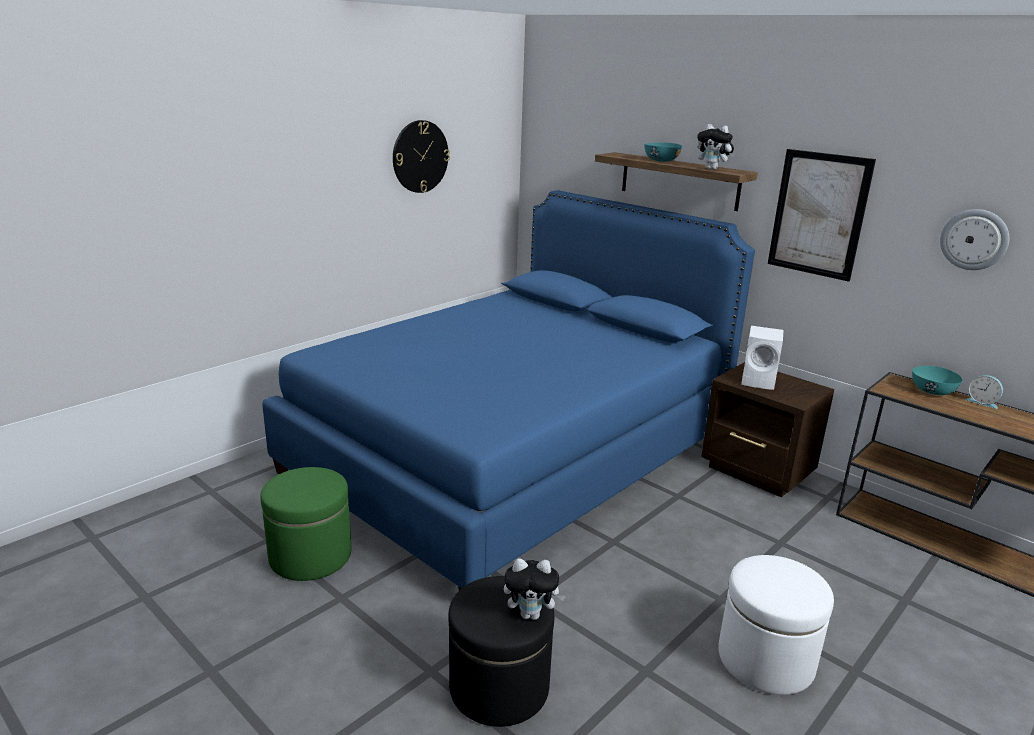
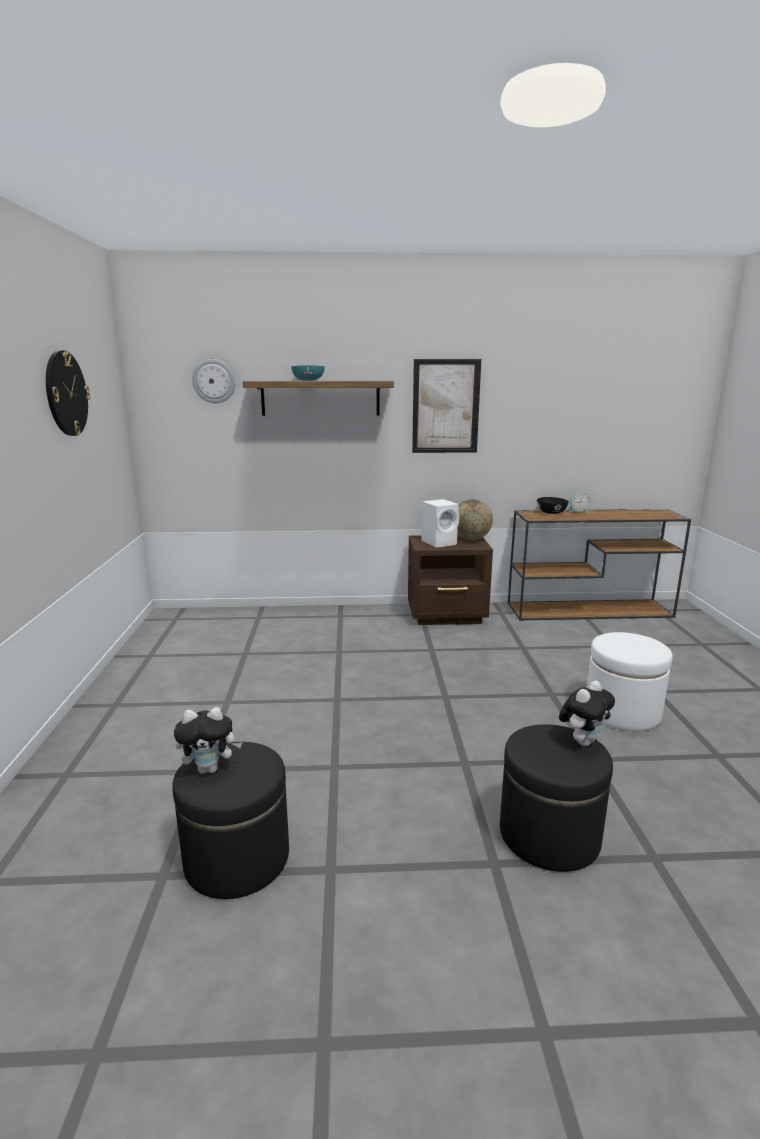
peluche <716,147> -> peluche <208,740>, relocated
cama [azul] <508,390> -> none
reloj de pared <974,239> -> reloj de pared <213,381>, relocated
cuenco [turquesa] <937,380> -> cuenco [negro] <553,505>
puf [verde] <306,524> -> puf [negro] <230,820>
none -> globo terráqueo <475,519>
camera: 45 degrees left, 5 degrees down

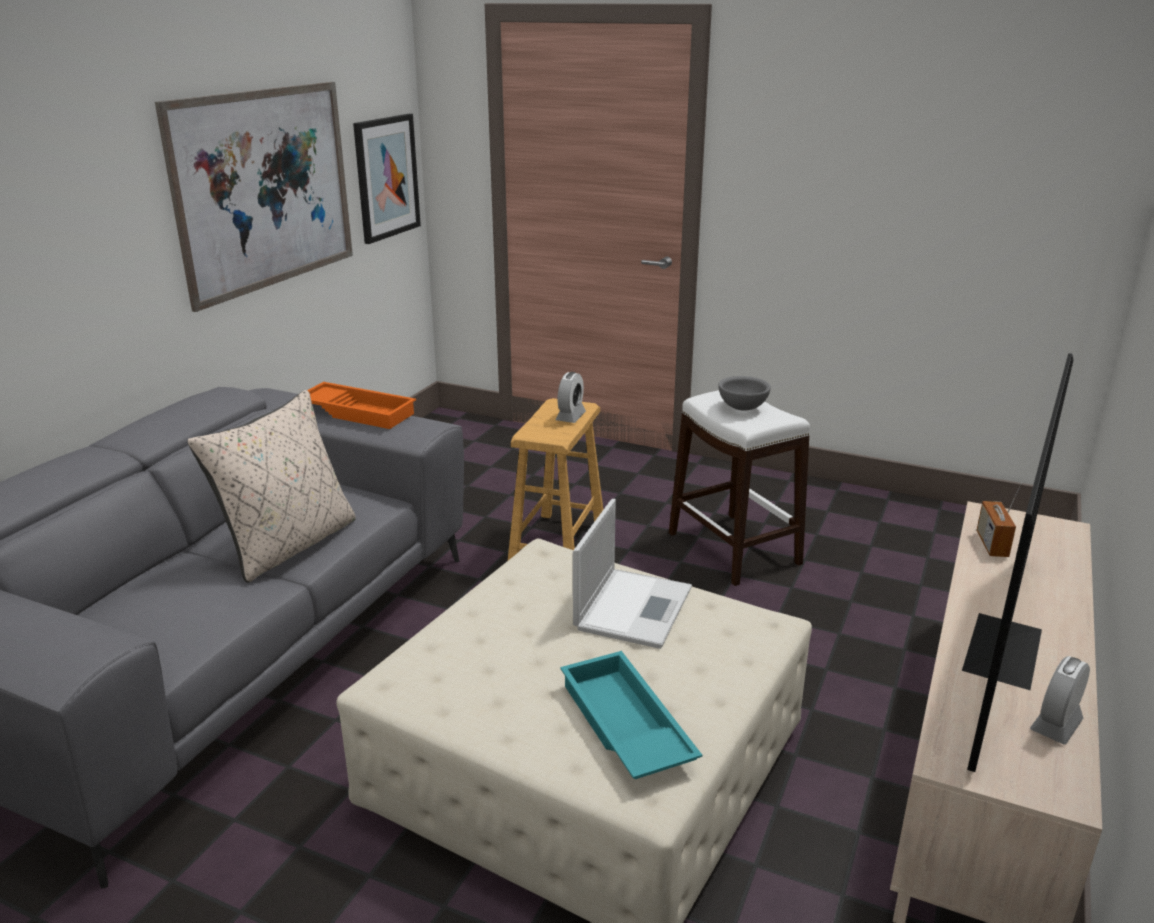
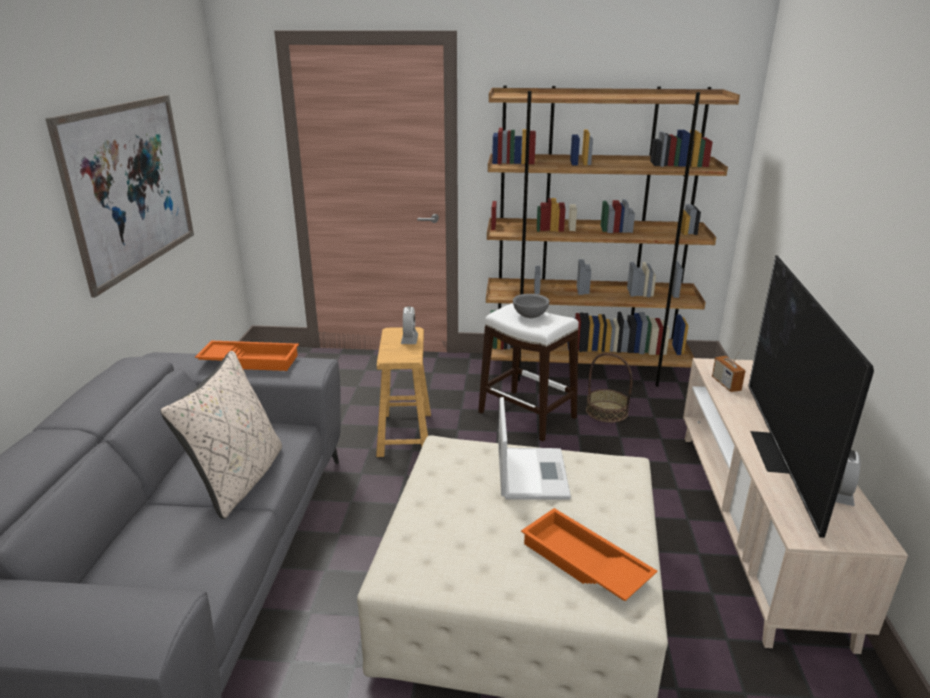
cuadro <387,179> -> none
bandeja [turquesa] <631,715> -> bandeja [naranja] <589,554>
none -> estantería [marrón] <613,236>
none -> cesta <609,388>
camera: 20 degrees left, 0 degrees up

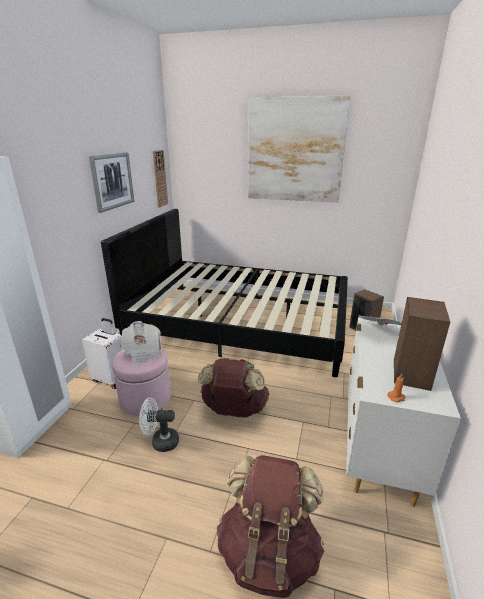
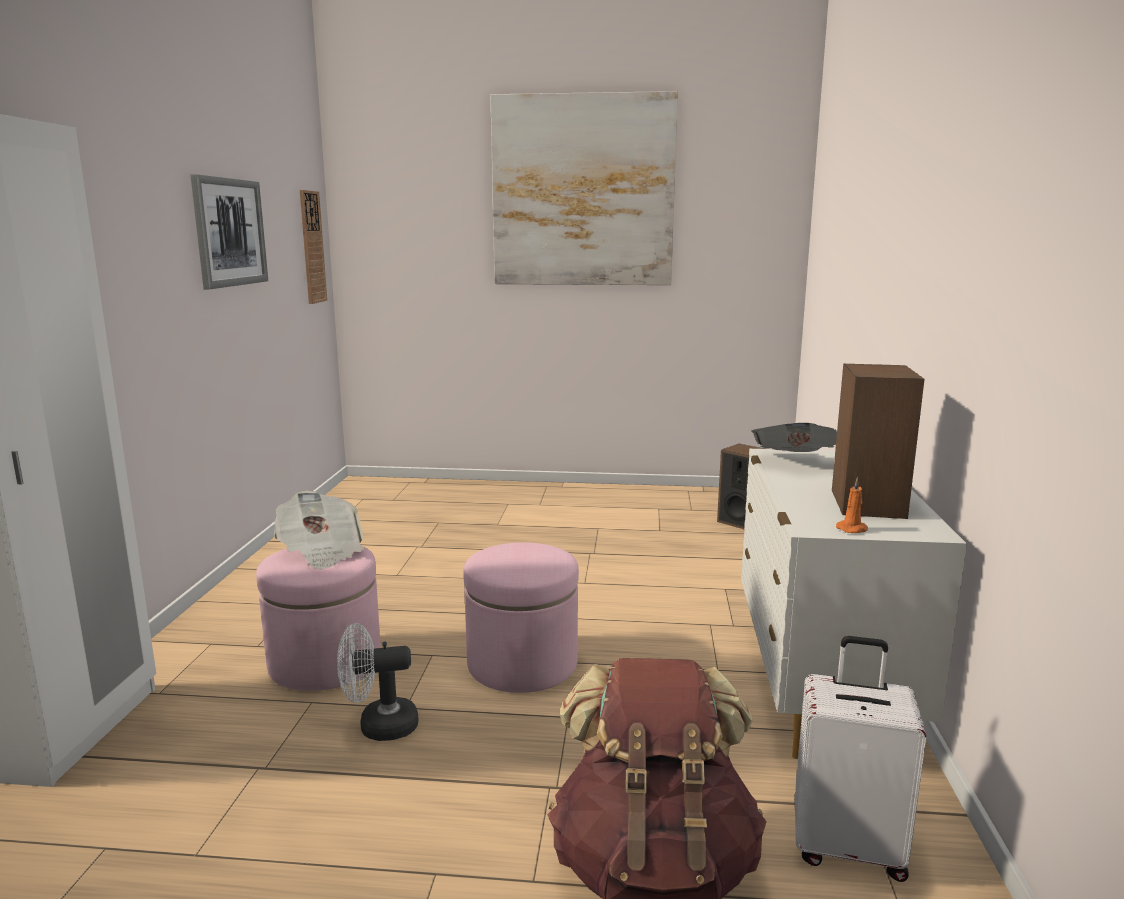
cama [negro] <224,293> -> none
maleta [blanco] <102,353> -> maleta [blanco] <860,759>, relocated
mochila [marrón] <234,388> -> puf [rosa] <521,617>
camera: 10 degrees left, 10 degrees down

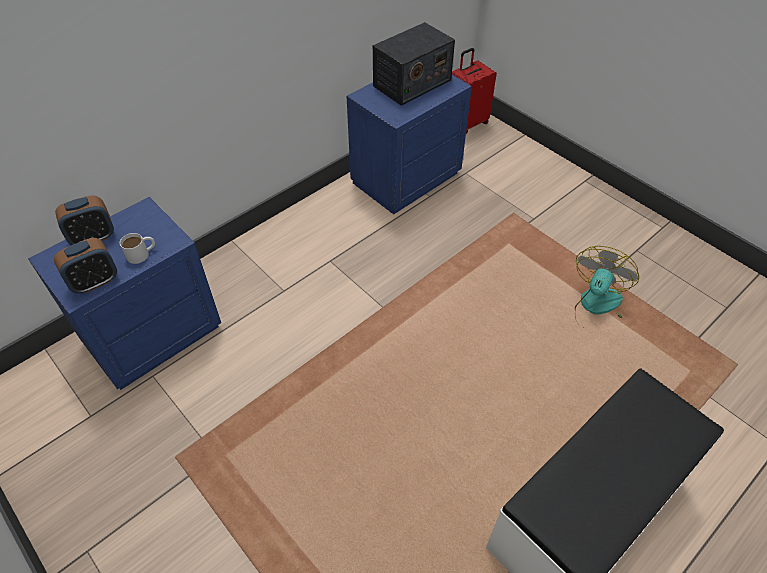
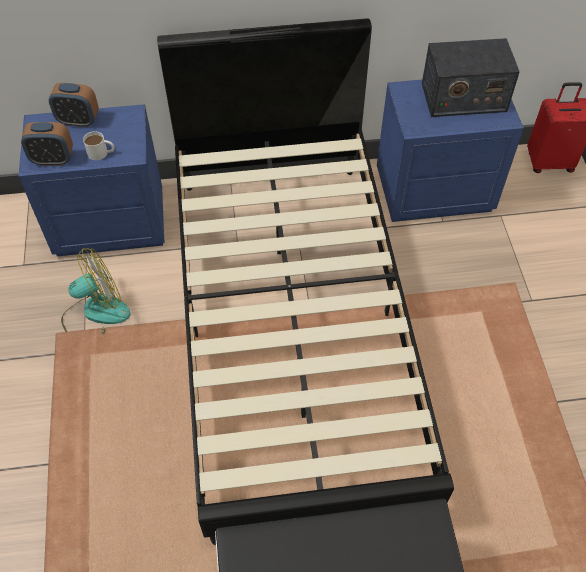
ventilador <607,282> -> ventilador <96,291>, relocated
none -> cama [negro] <305,281>
camera: 35 degrees right, 5 degrees up

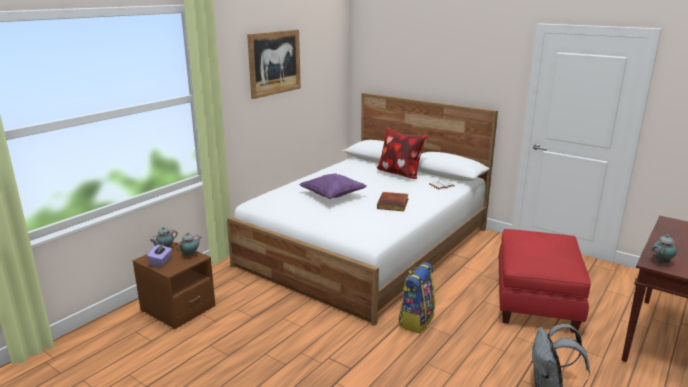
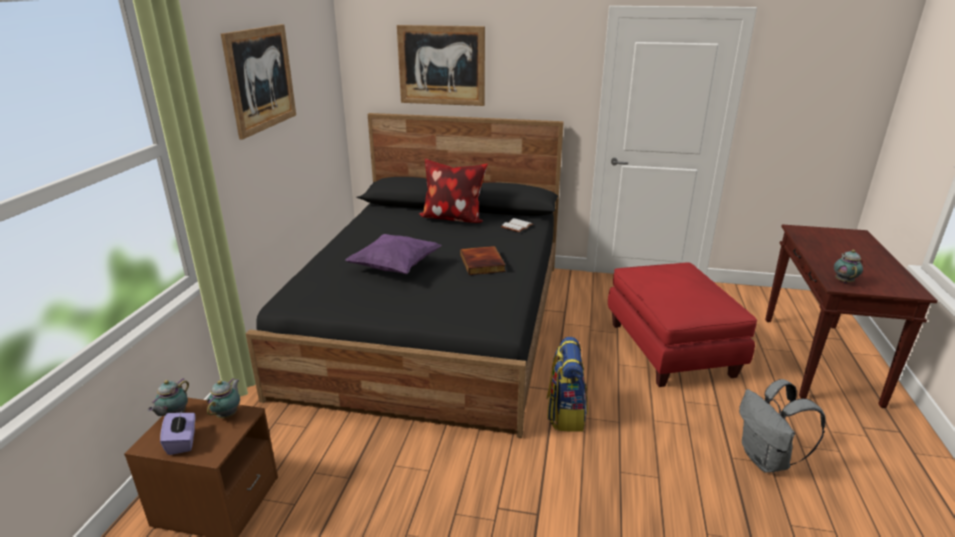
cama [blanco] <362,209> -> cama [negro] <405,275>
none -> cuadro <441,65>
camera: 25 degrees left, 5 degrees up

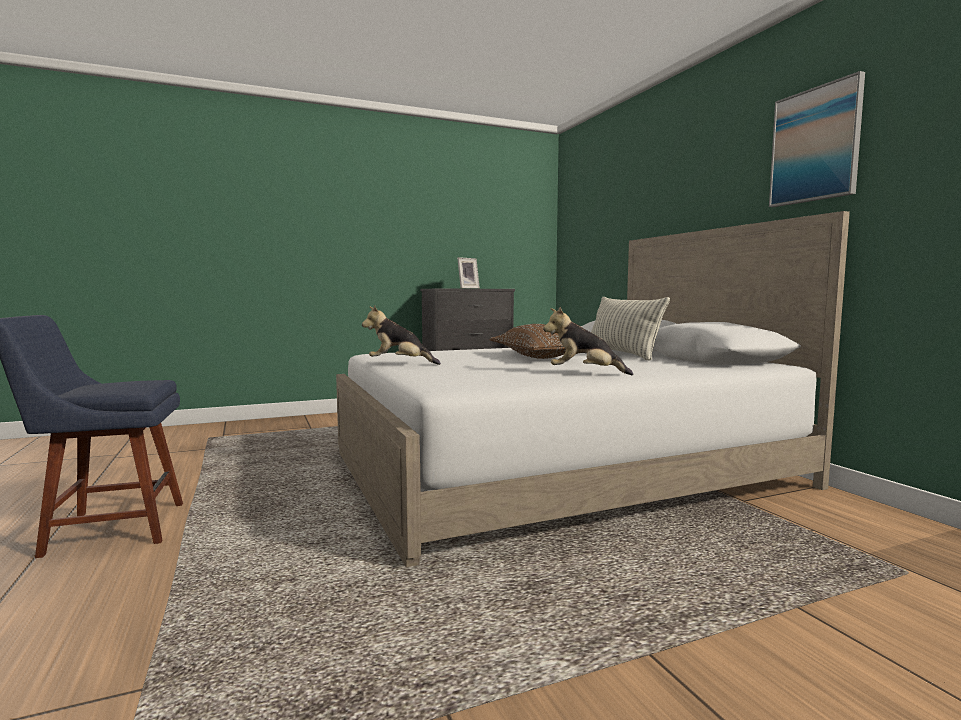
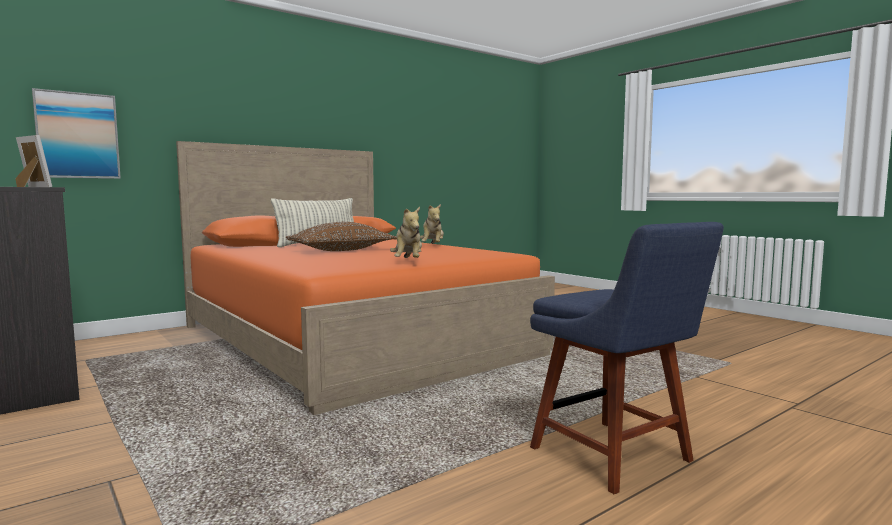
cuadro <817,139> -> cuadro <76,133>, relocated
cama [blanco] <593,389> -> cama [naranja] <365,278>
camera: 105 degrees left, 0 degrees up

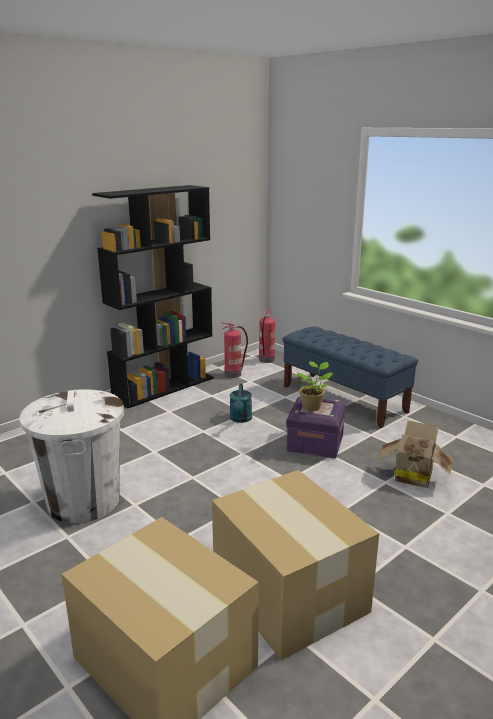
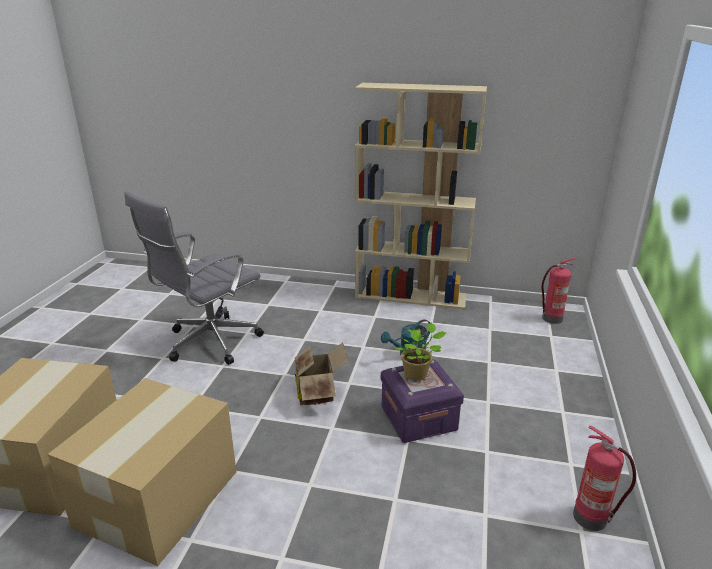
estantería [negro] <152,297> -> estantería [beis] <421,196>
extintor <234,350> -> extintor <604,478>, relocated
banco [azul] <350,377> -> none
papelera [blanco] <72,456> -> silla de oficina [gris] <194,278>
caja de cartón <415,454> -> caja de cartón <322,373>, relocated
camera: 55 degrees right, 5 degrees up

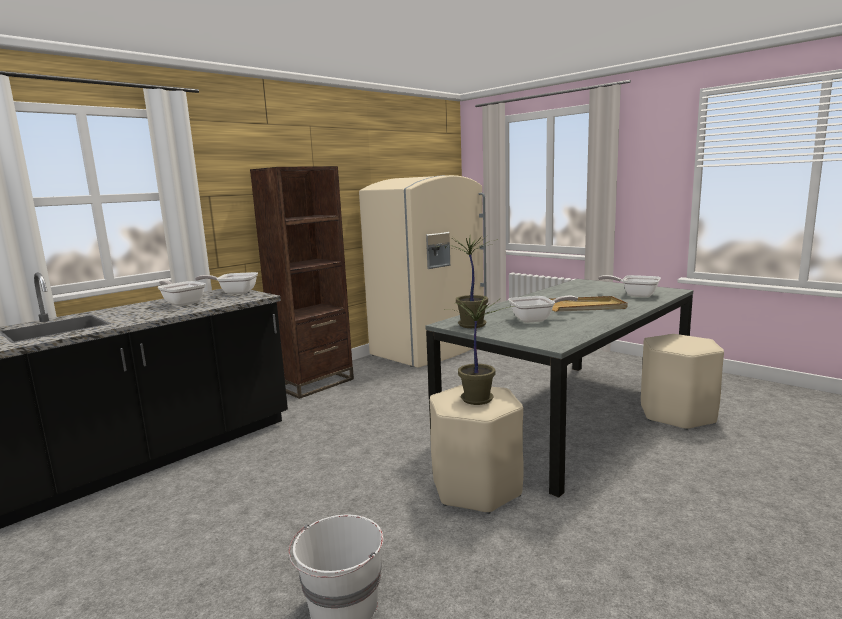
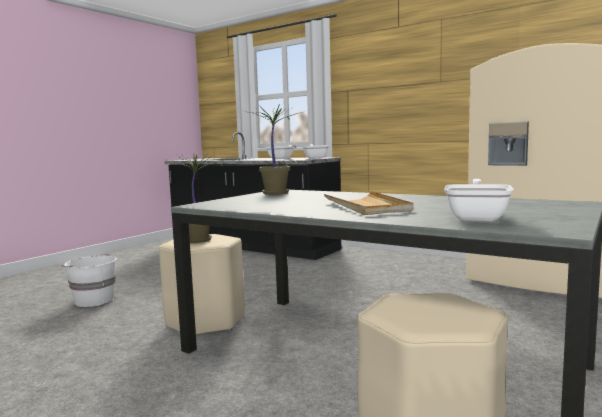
estantería [marrón] <302,282> -> none
sartén <543,309> -> none
camera: 80 degrees right, 5 degrees down

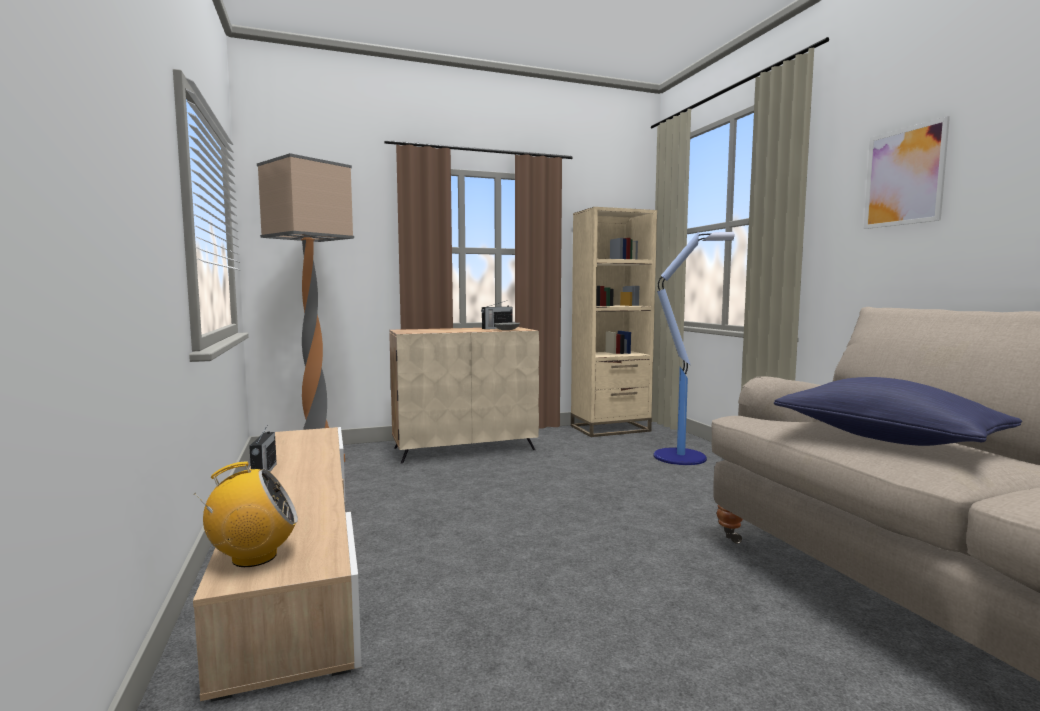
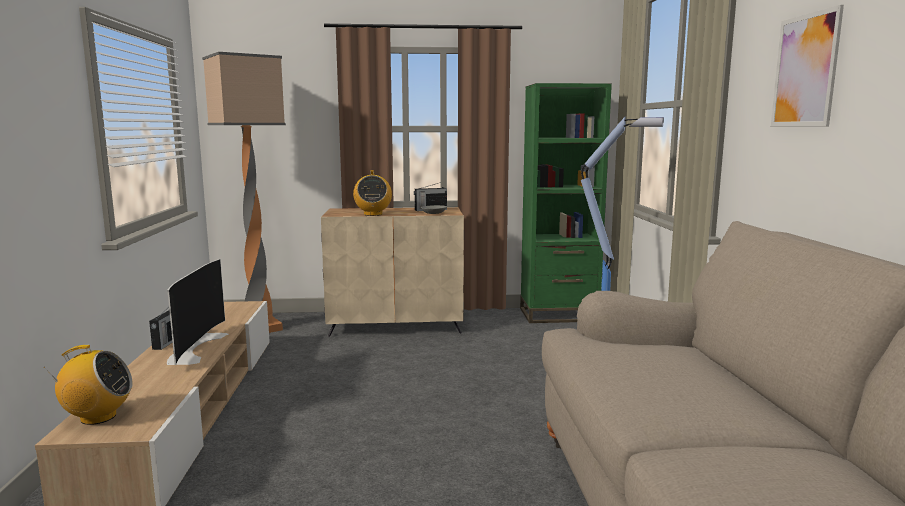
estantería [beis] <614,322> -> estantería [verde] <566,203>
cojín [azul] <898,411> -> none
none -> radio <372,193>
none -> televisor <197,312>
camera: 15 degrees right, 5 degrees up

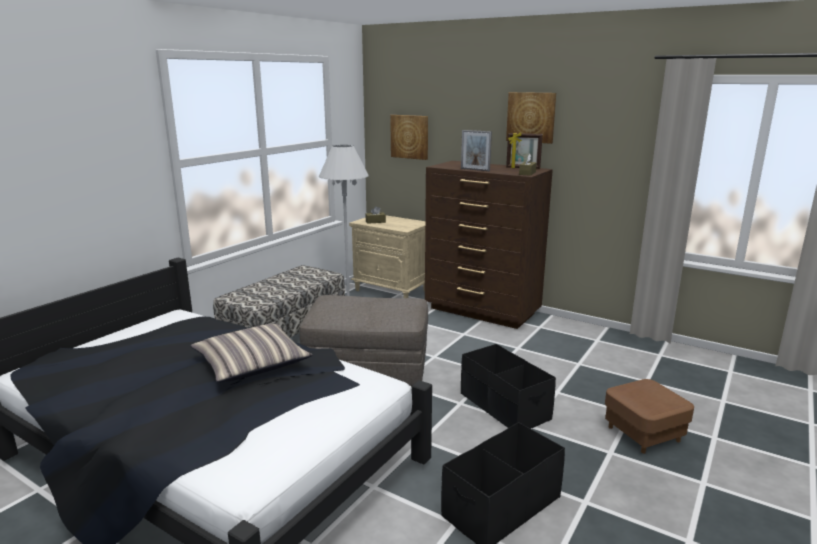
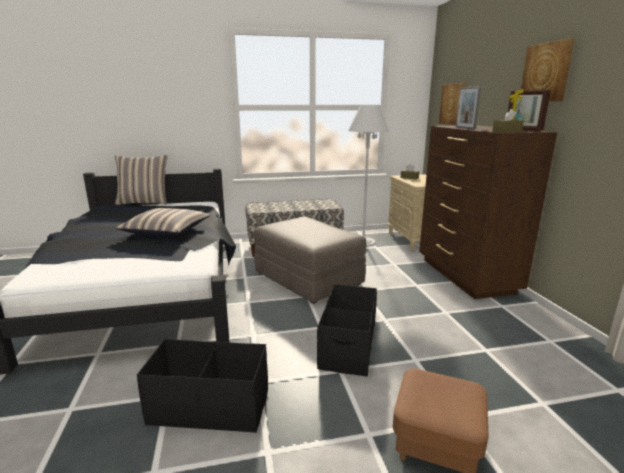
none -> cojín <141,180>
camera: 45 degrees right, 0 degrees up

